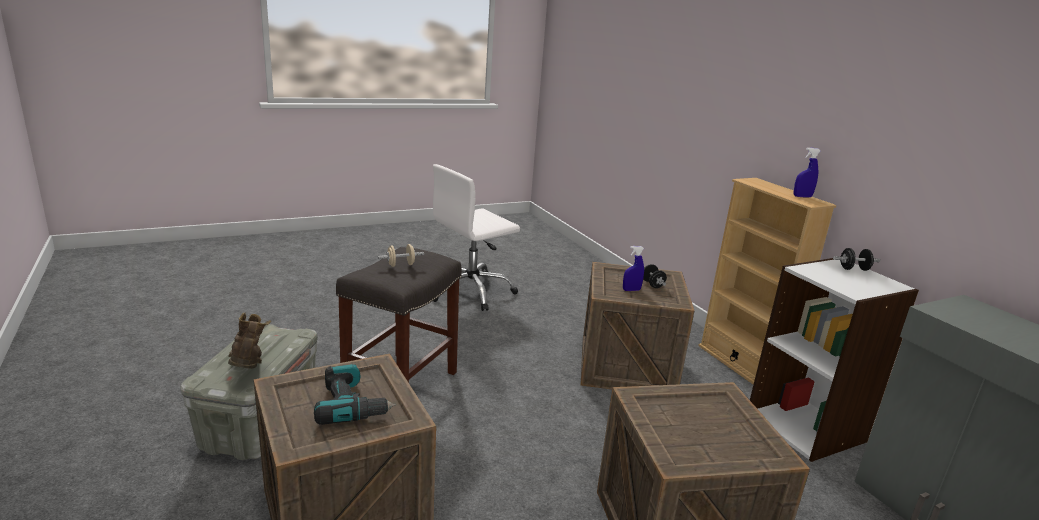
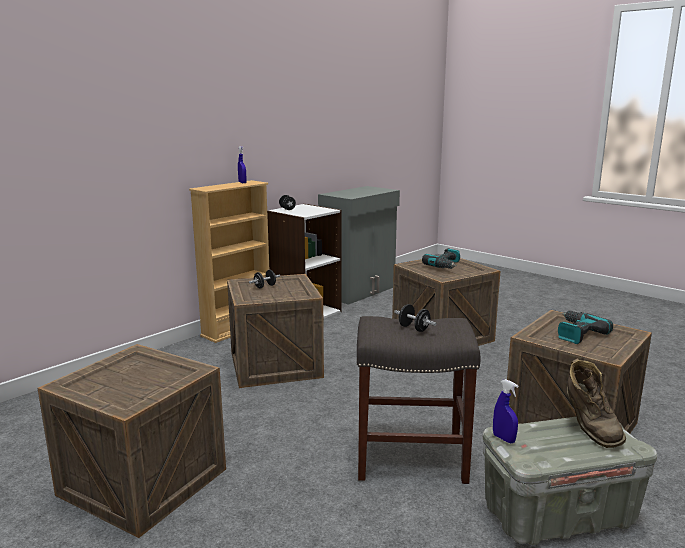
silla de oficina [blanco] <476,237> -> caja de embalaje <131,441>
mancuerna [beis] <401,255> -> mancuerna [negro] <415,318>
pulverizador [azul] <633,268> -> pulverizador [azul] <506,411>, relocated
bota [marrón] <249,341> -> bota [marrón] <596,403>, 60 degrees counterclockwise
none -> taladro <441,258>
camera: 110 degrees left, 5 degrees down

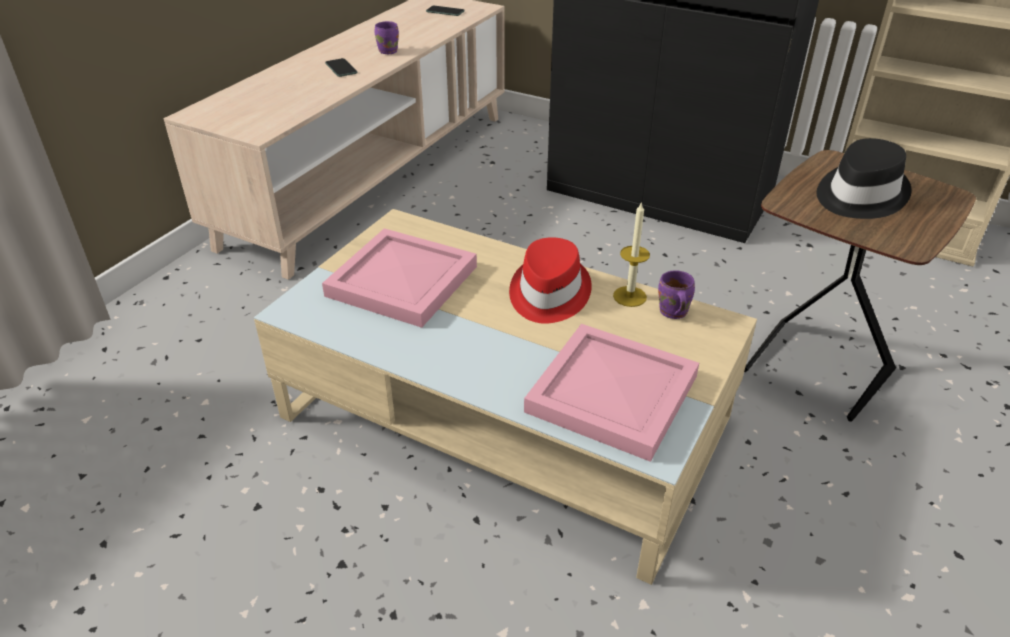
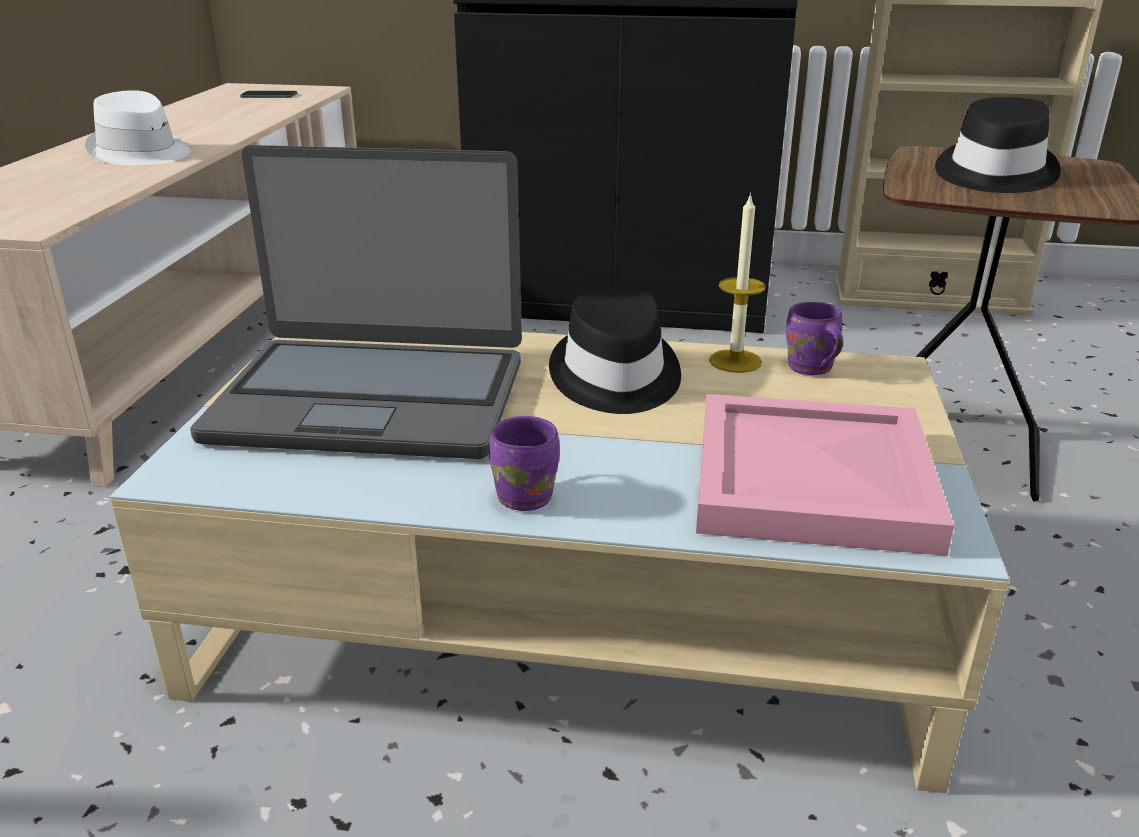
taza grande [morado] <387,37> -> taza grande [morado] <524,463>, relocated
móvil <341,67> -> sombrero [blanco] <137,127>
bandeja [rosa] <399,278> -> portátil <356,302>
sombrero [rojo] <550,280> -> sombrero [negro] <615,350>
camera: 20 degrees left, 10 degrees down

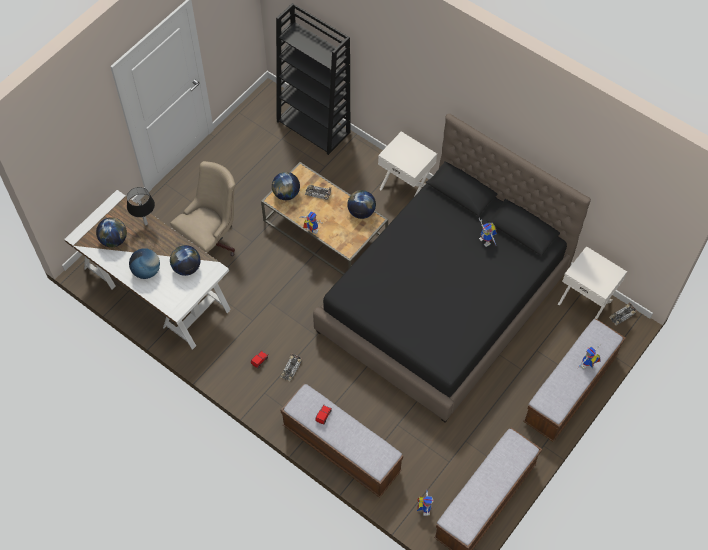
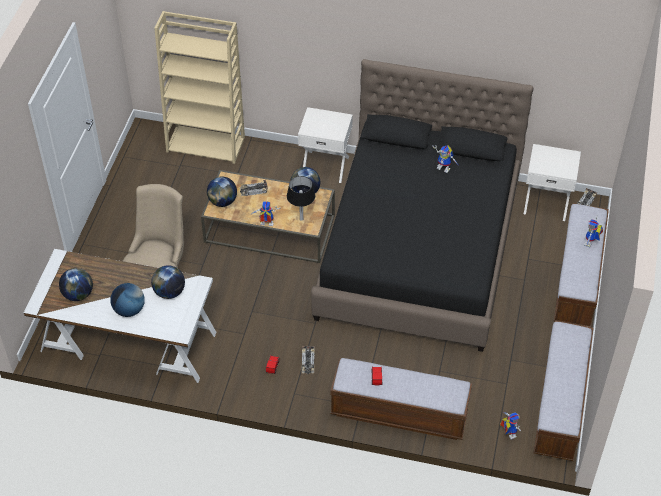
estantería [negro] <313,79> -> estantería [beis] <199,87>
lámpara de mesa [negro] <141,206> -> lámpara de mesa [negro] <301,198>, relocated
camera: 25 degrees left, 10 degrees down

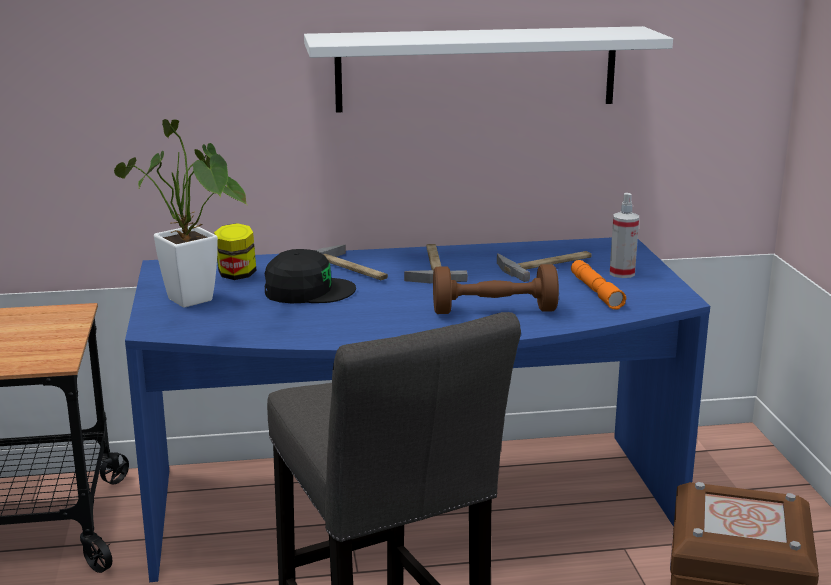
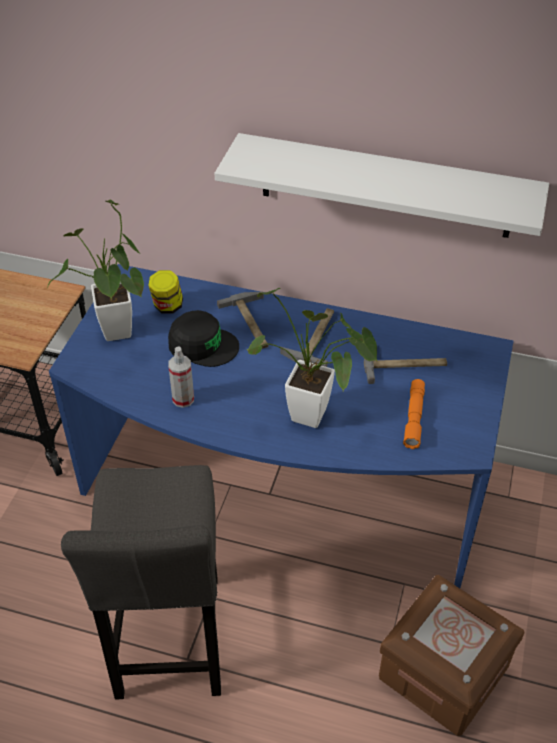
pulverizador <624,235> -> pulverizador <181,377>, relocated
mancuerna [marrón] <496,289> -> planta en maceta <312,358>
camera: 25 degrees right, 25 degrees up

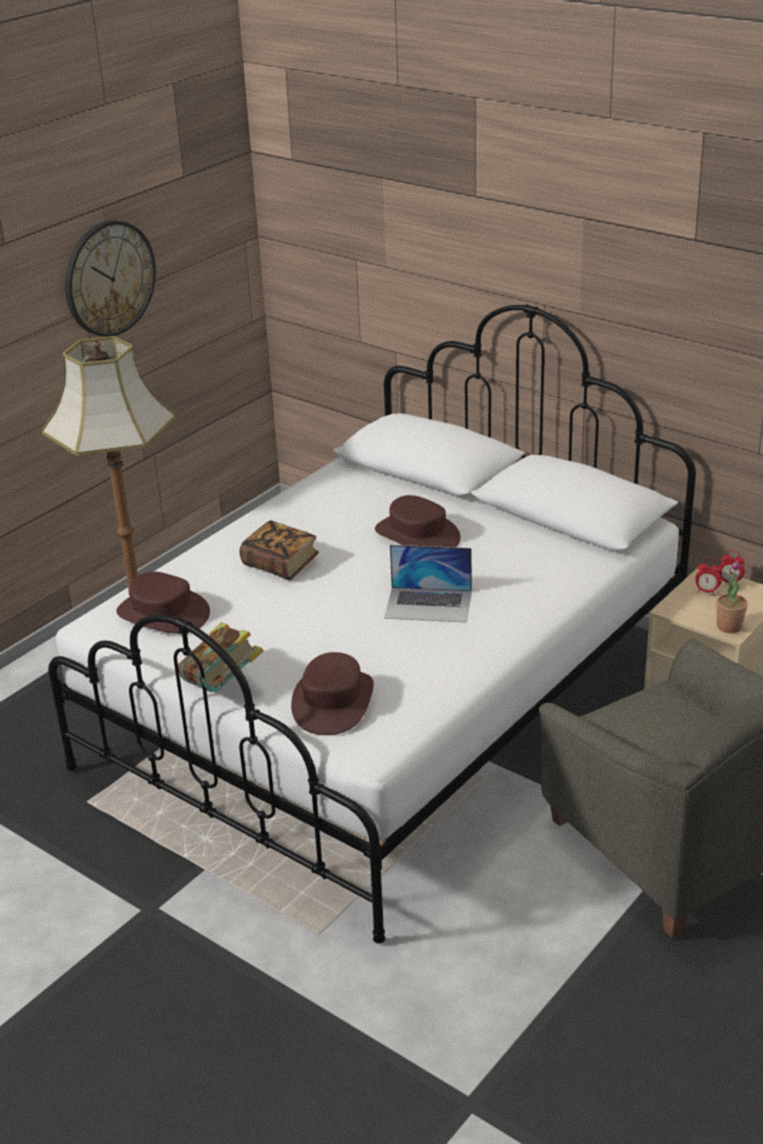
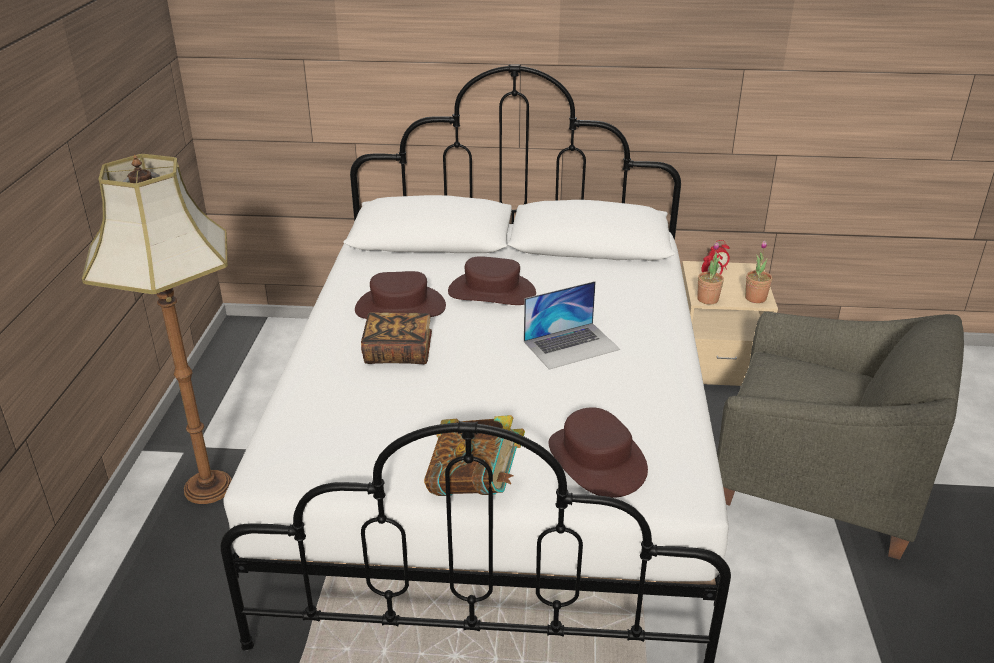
reloj de pared <110,278> -> none
sombrero [marrón] <163,603> -> sombrero [marrón] <400,295>, relocated
none -> planta en maceta <710,273>
camera: 35 degrees left, 0 degrees up

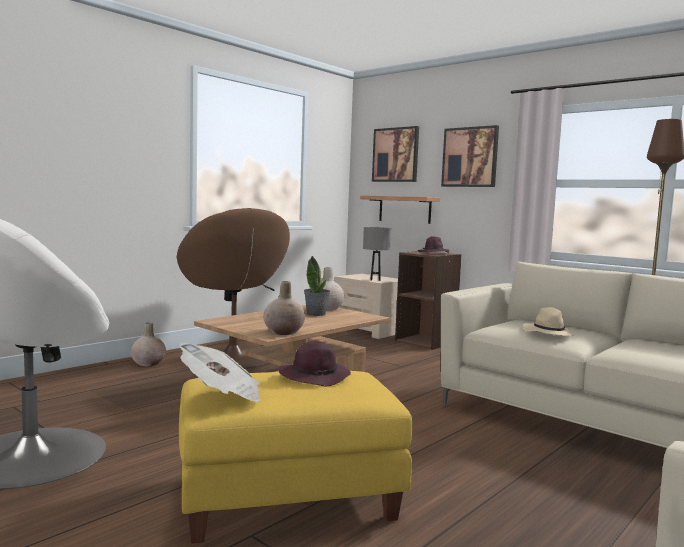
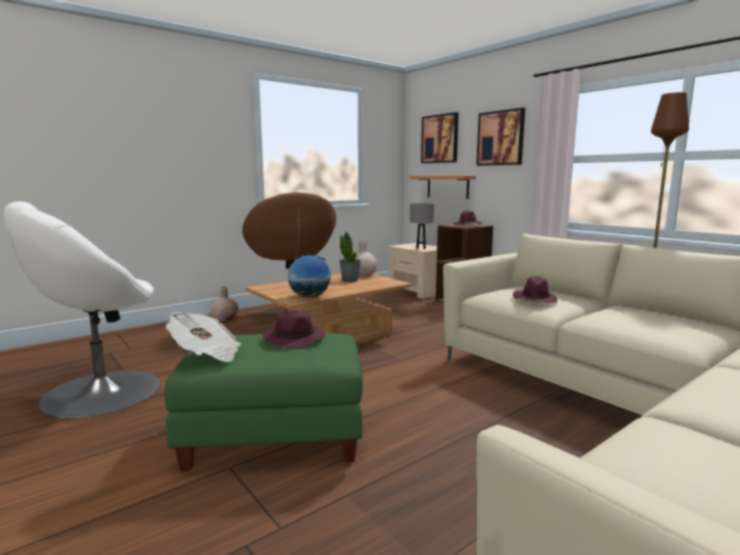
florero [beis] <284,308> -> globo terráqueo <309,276>
sombrero [beis] <548,321> -> sombrero [morado] <535,289>
puf [amarillo] <295,457> -> puf [verde] <264,402>
camera: 10 degrees right, 5 degrees up

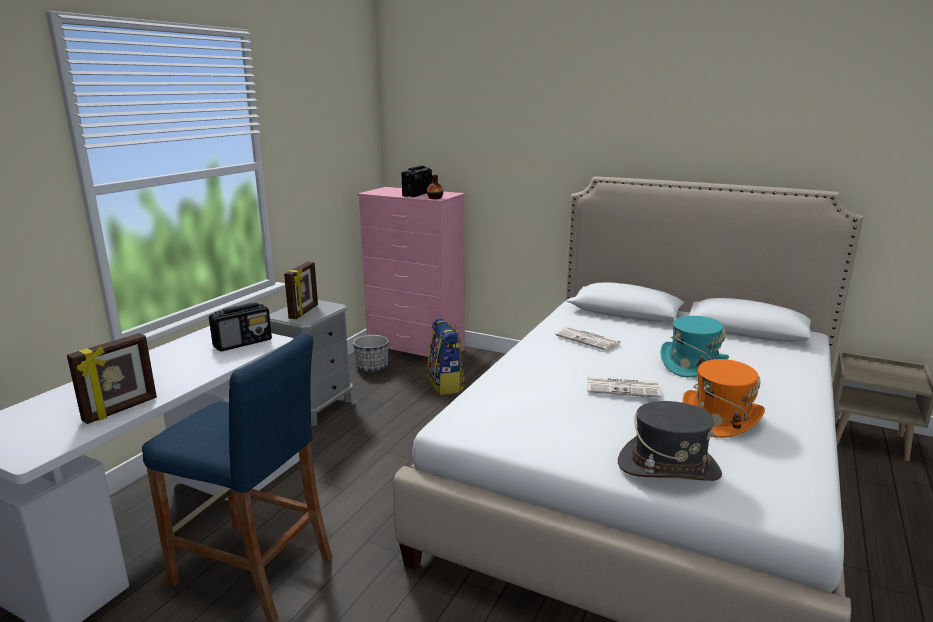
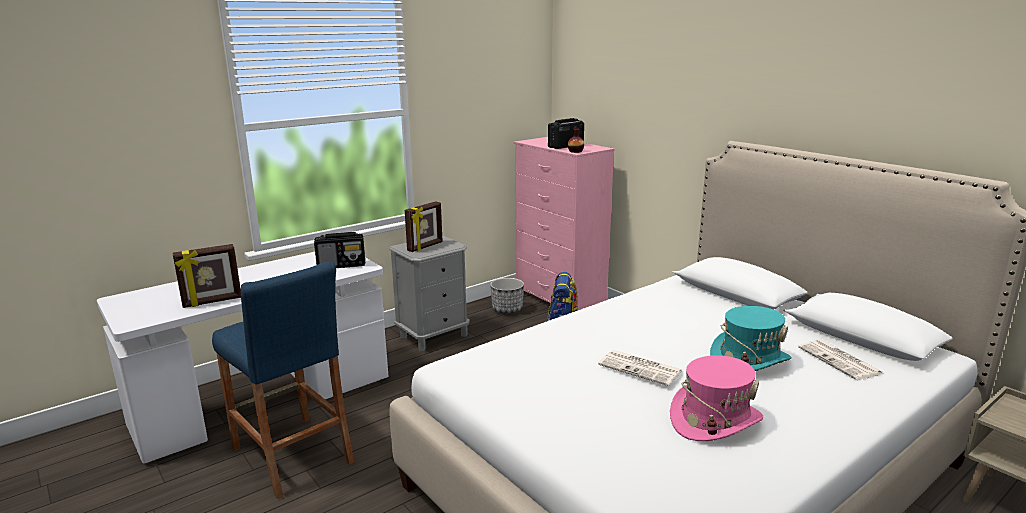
periódico <588,339> -> periódico <841,360>, relocated
sombrero [naranja] <724,398> -> sombrero [rosa] <716,398>
sombrero [gris] <670,441> -> none
camera: 25 degrees right, 0 degrees up

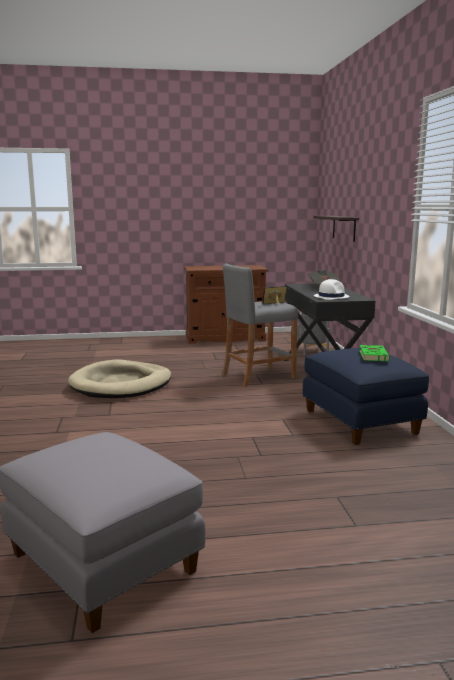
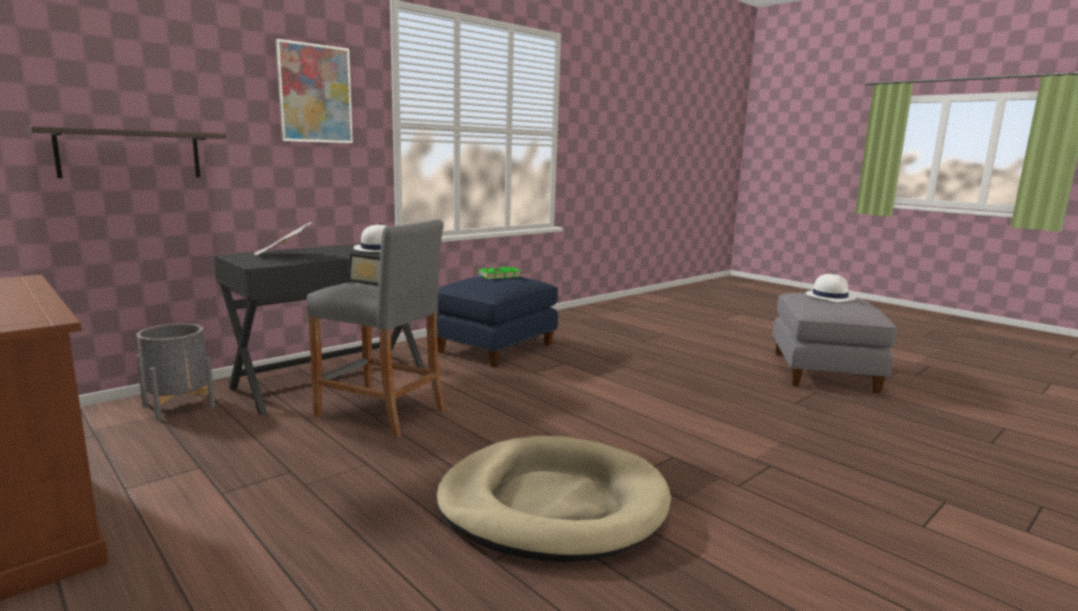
none -> cuadro <314,91>
none -> sombrero [blanco] <831,288>
camera: 125 degrees left, 0 degrees up

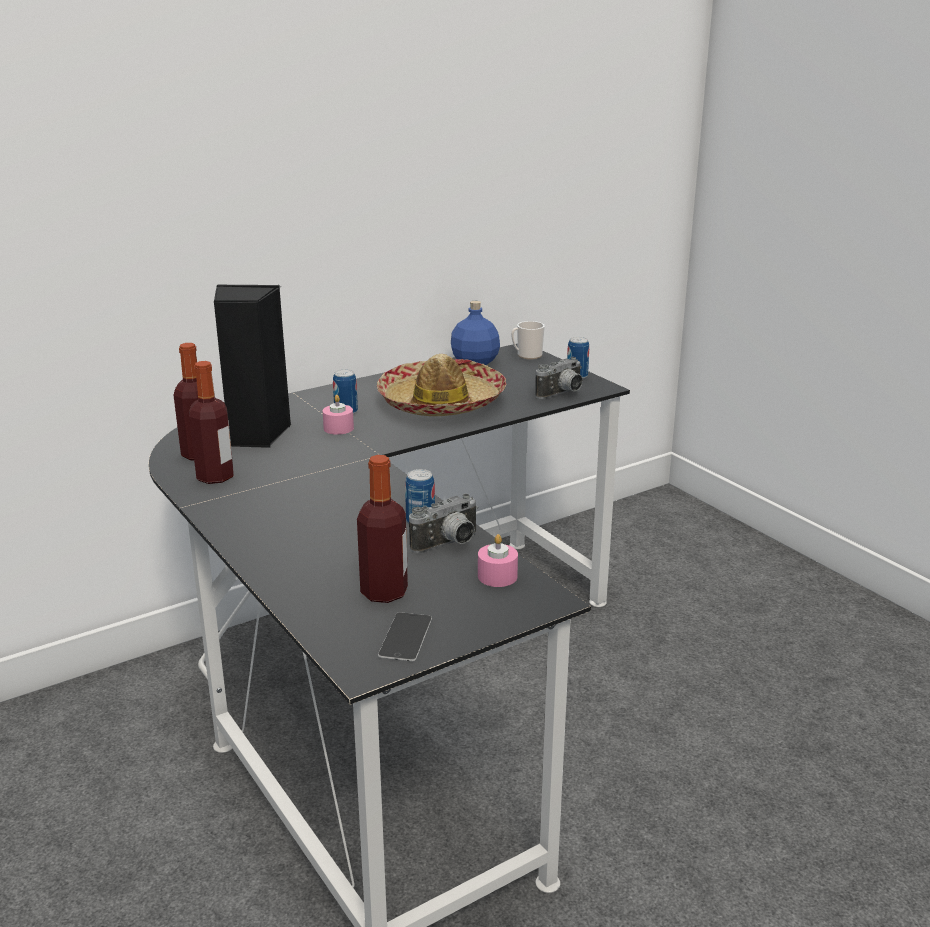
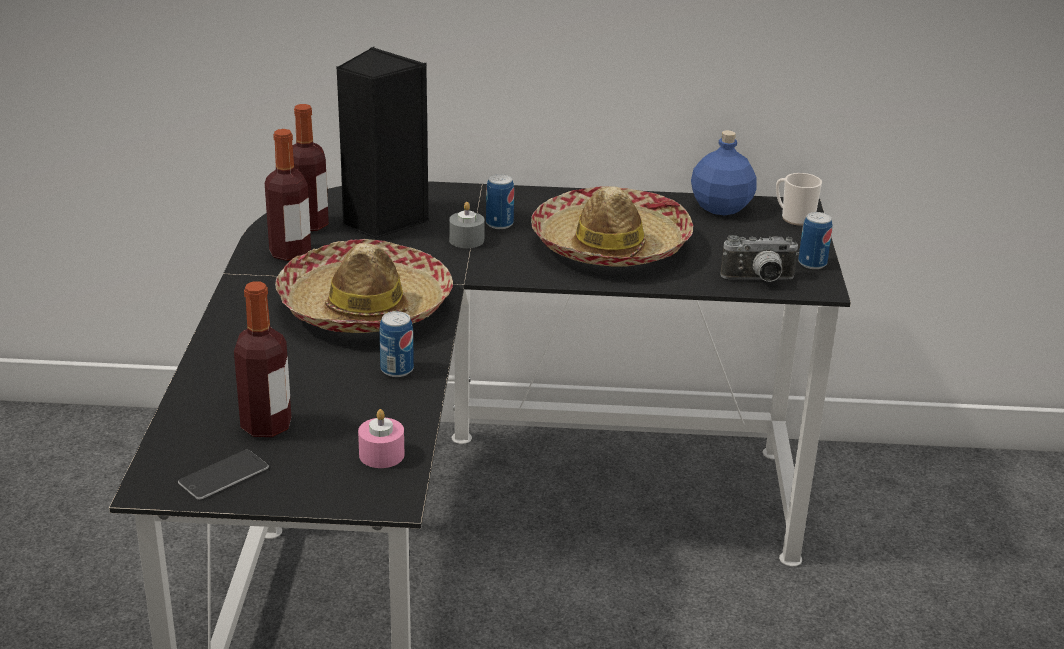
vela [rosa] <338,415> -> vela [gris] <467,225>
cámara <443,523> -> none
none -> sombrero <364,286>
camera: 35 degrees right, 5 degrees up

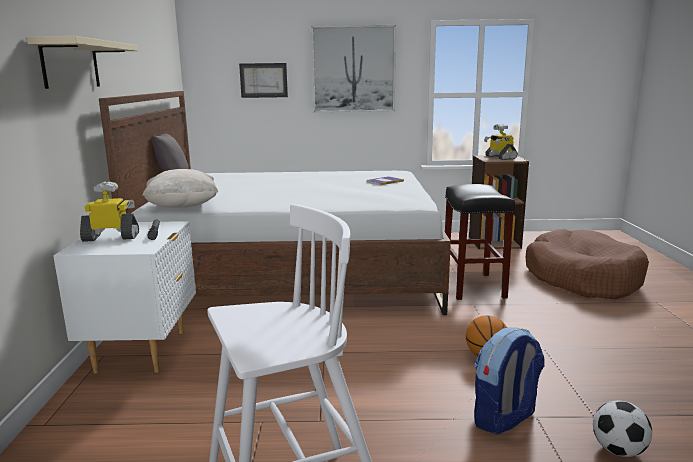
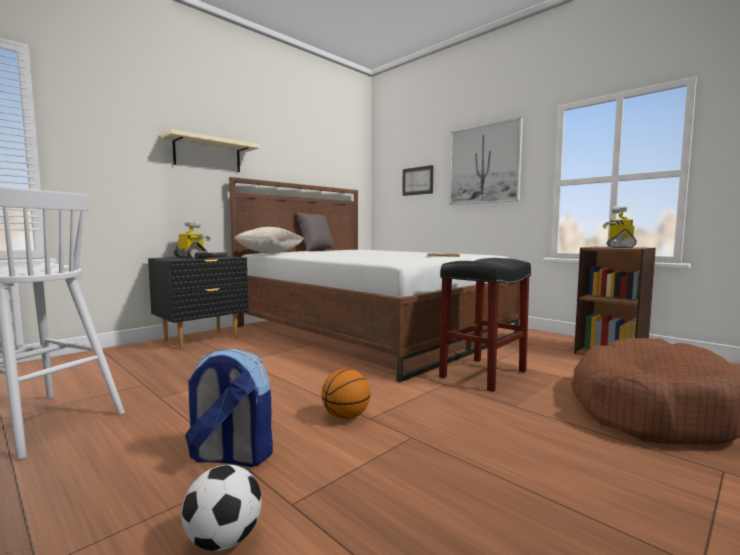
mesita de noche [blanco] <124,297> -> mesita de noche [negro] <198,302>
camera: 45 degrees right, 10 degrees down

